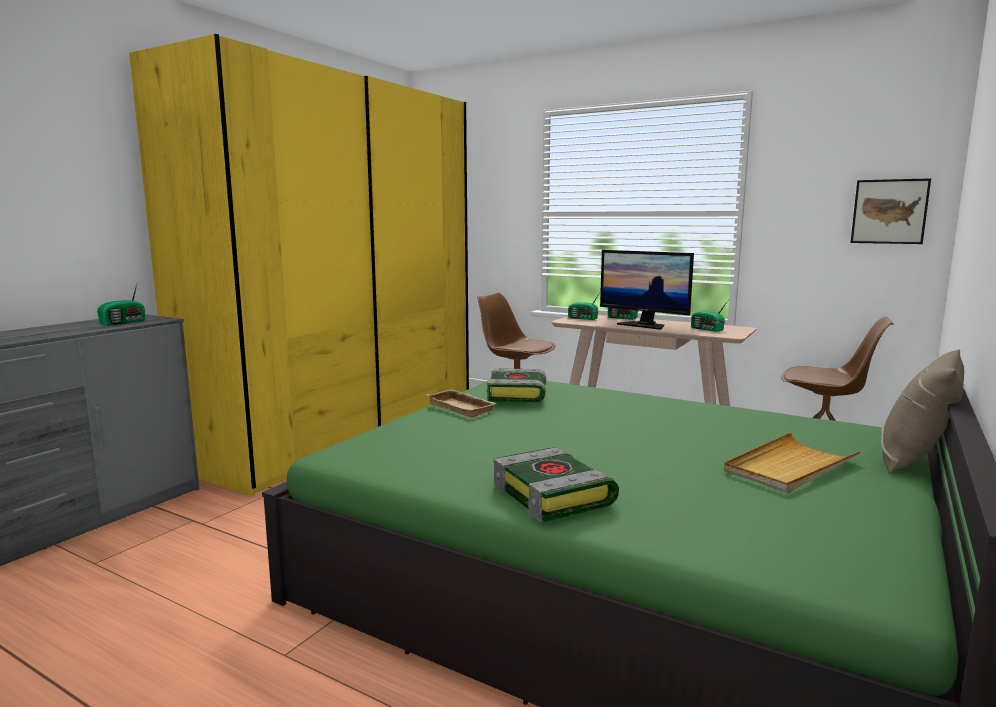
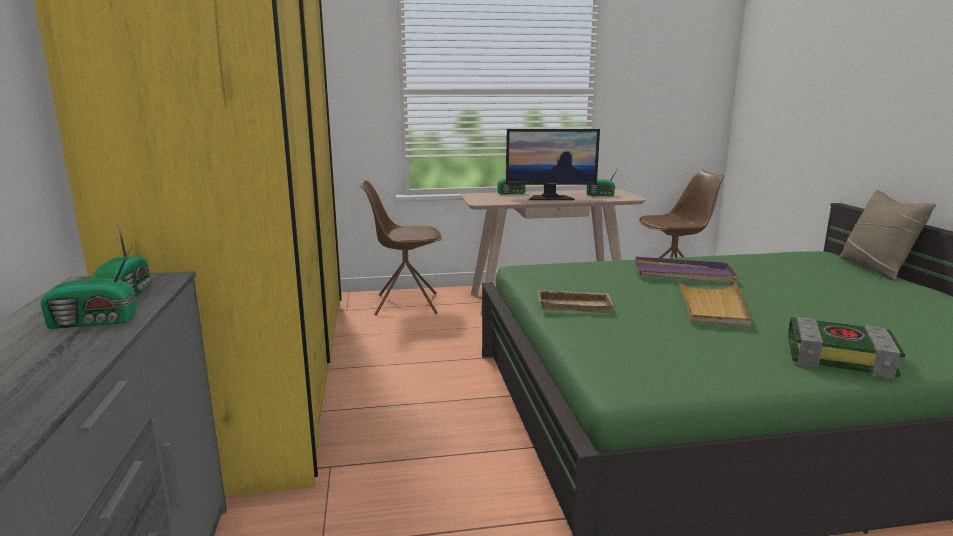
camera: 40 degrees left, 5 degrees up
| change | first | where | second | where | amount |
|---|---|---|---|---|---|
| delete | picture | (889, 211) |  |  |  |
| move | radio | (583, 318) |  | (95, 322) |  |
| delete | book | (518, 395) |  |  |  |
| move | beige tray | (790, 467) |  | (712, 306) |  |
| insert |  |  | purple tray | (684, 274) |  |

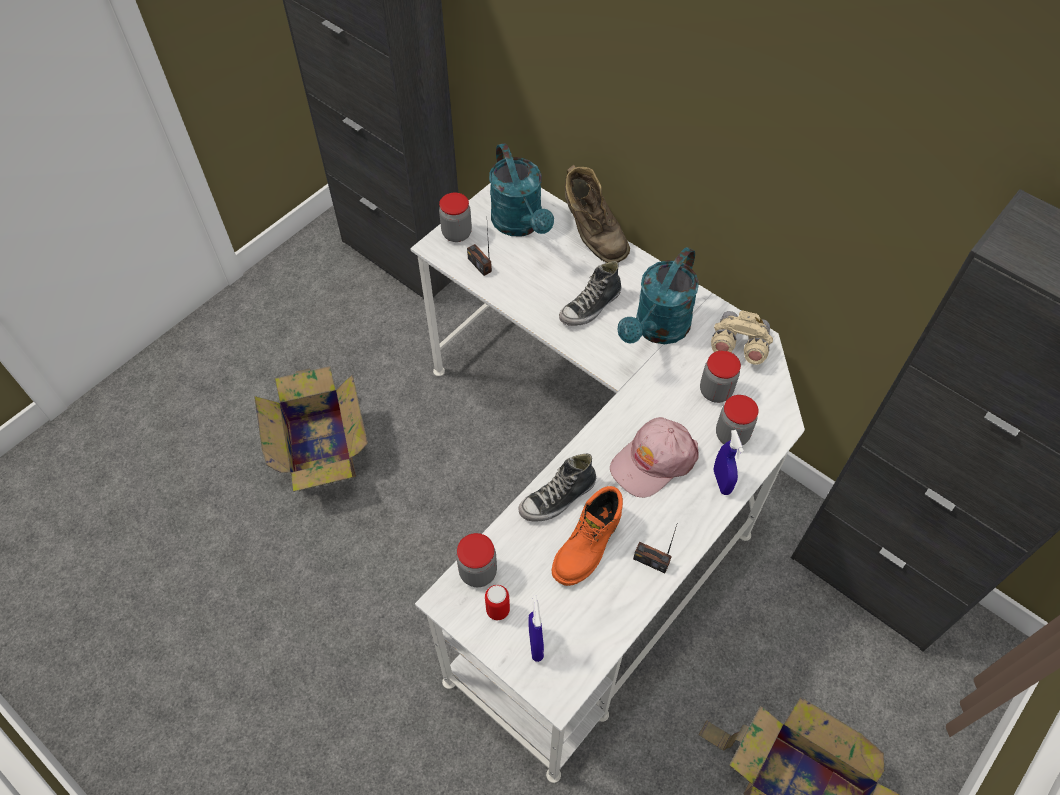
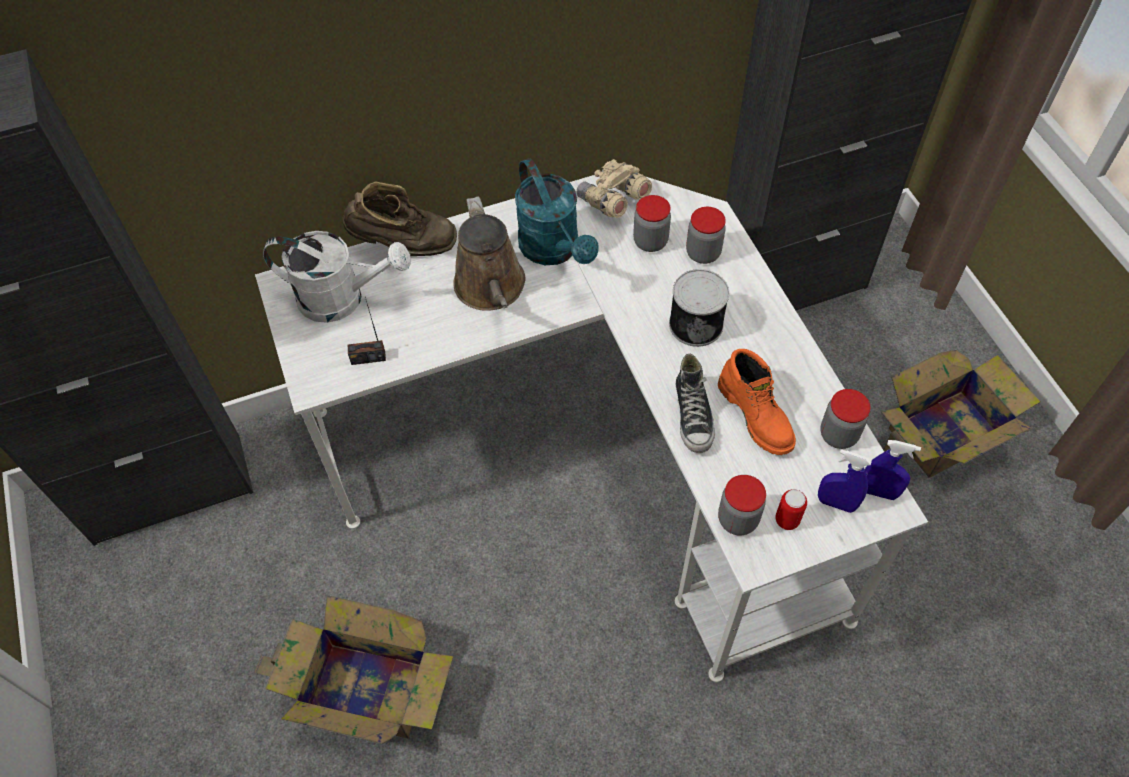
camera: 60 degrees left, 0 degrees up
| change | first | where | second | where | amount |
|---|---|---|---|---|---|
| recolor | turquoise watering can | (521, 224) | white watering can | (342, 298) |  |
| move | jar | (457, 233) |  | (838, 435) |  |
| replace | shoe | (590, 307) | brown watering can | (491, 288) |  |
| replace | pink cap | (653, 461) | can | (696, 323) |  |
| move | blue spray bottle | (721, 481) |  | (878, 492) |  |
| delete | radio | (651, 561) |  |  |  |

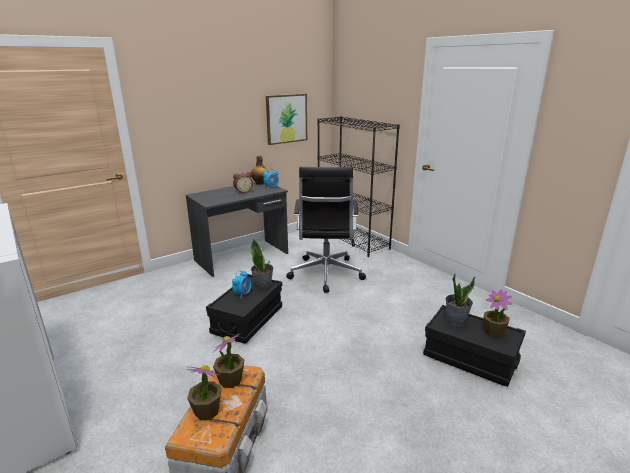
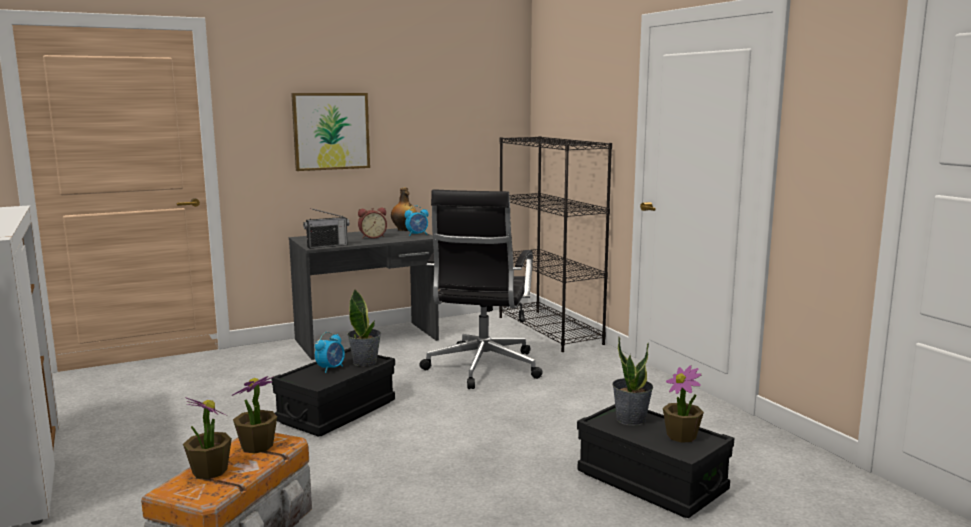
camera: 10 degrees right, 10 degrees down
| change | first | where | second | where | amount |
|---|---|---|---|---|---|
| move | picture | (286, 118) |  | (331, 131) |  |
| insert |  |  | radio | (327, 246) |  |

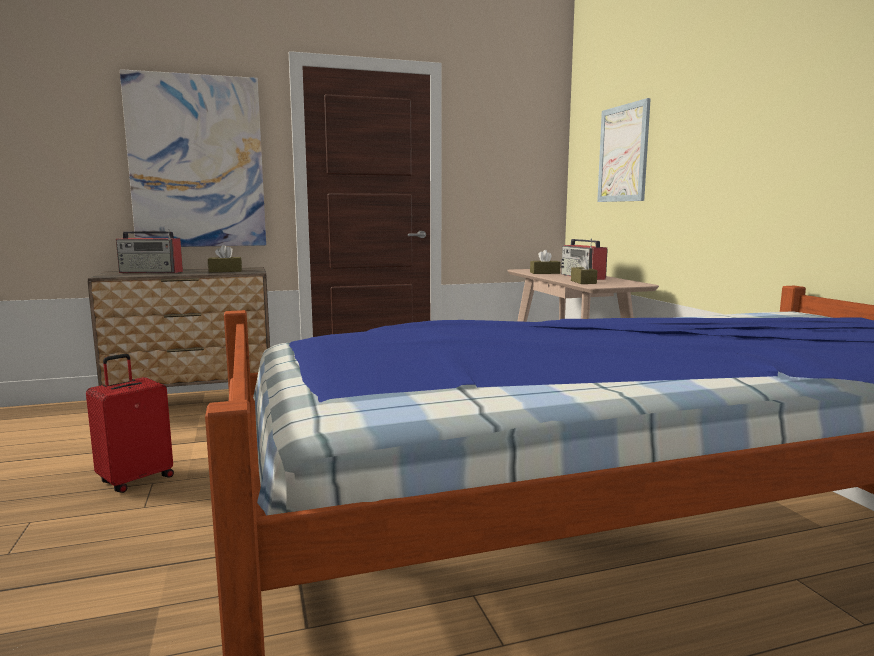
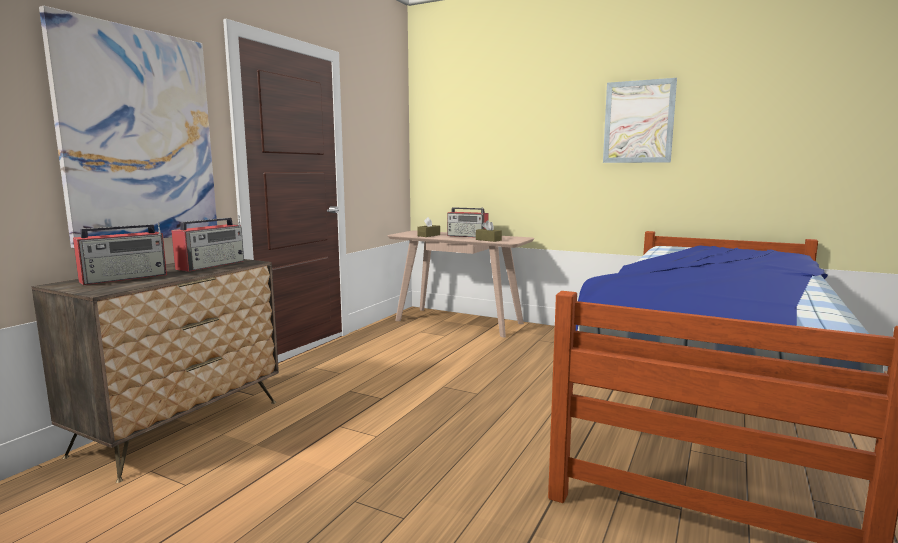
camera: 45 degrees left, 0 degrees up
| change | first | where | second | where | amount |
|---|---|---|---|---|---|
| move | picture | (623, 153) |  | (638, 122) |  |
| replace | brown tissue box | (225, 271) | radio | (212, 265) |  |
| delete | red suitcase | (136, 480) |  |  |  |

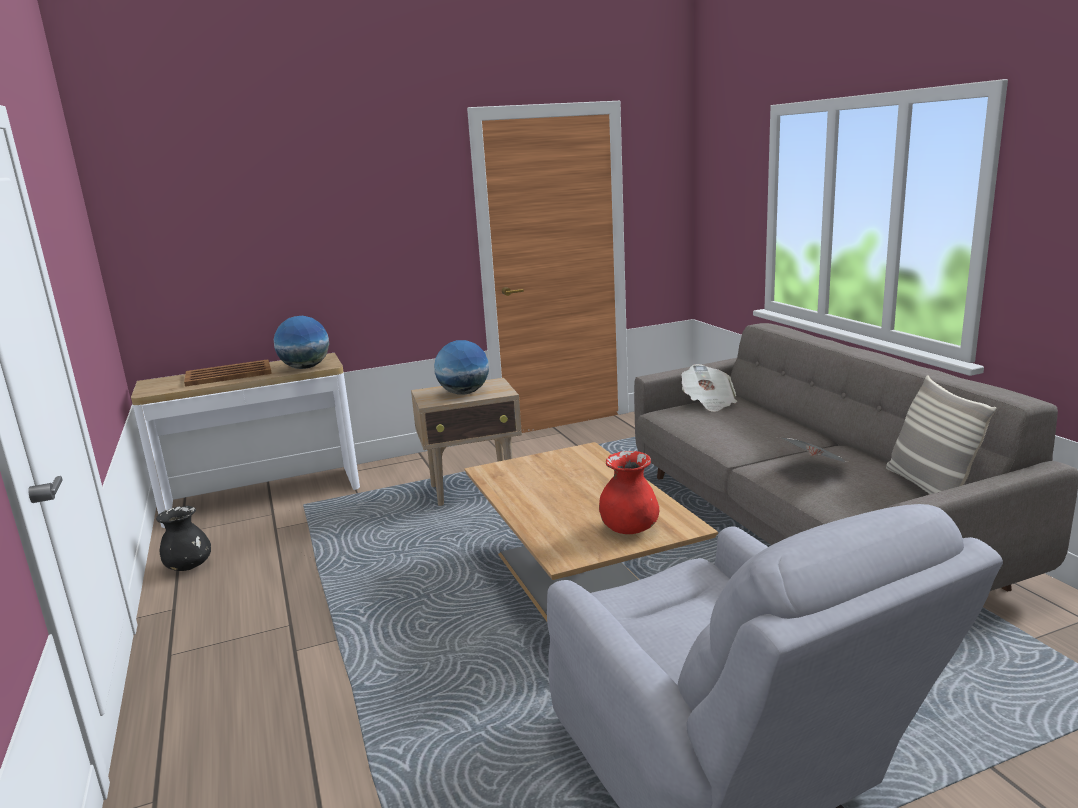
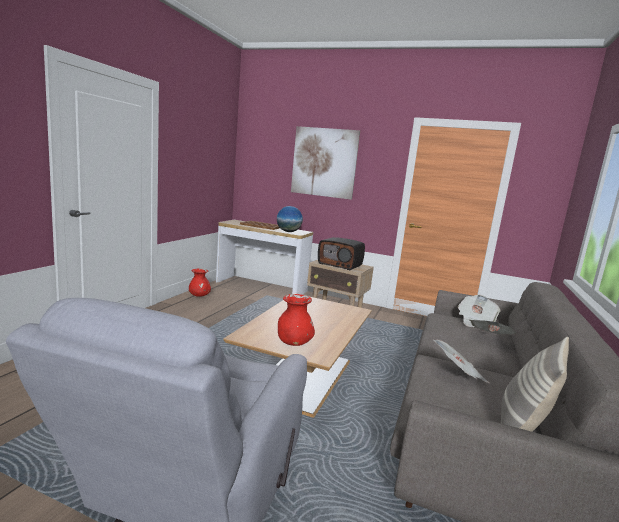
camera: 40 degrees right, 5 degrees down
| change | first | where | second | where | amount |
|---|---|---|---|---|---|
| replace | globe | (464, 393) | radio | (340, 264) |  |
| recolor | black vase | (189, 566) | red vase | (199, 296) |  |
| insert |  |  | picture | (324, 162) |  |
| insert |  |  | newspaper | (490, 339) |  |

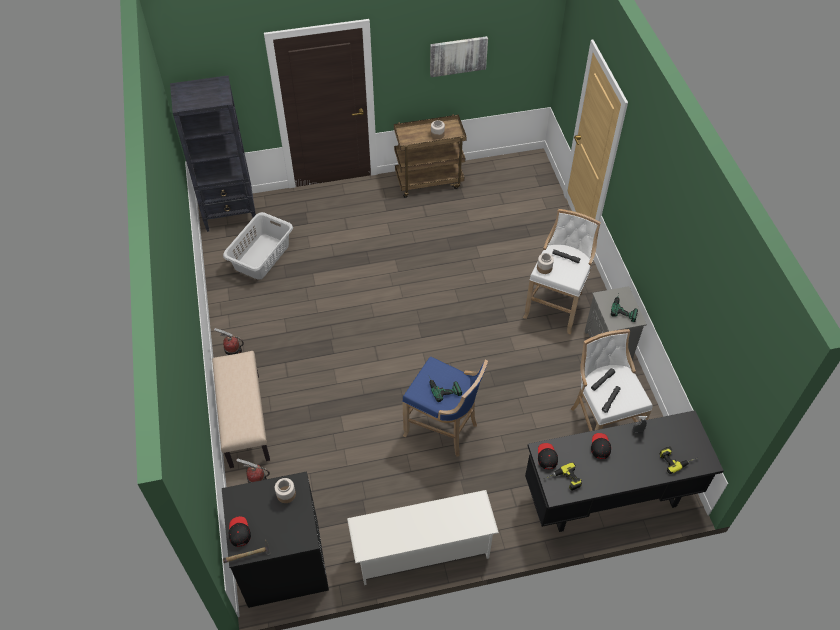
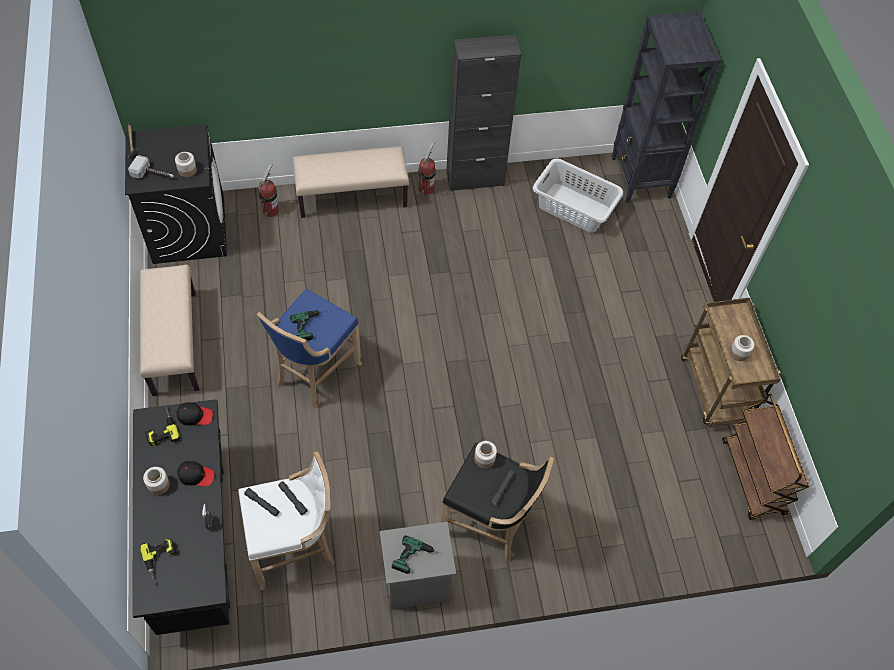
camera: 90 degrees right, 5 degrees up
| change | first | where | second | where | amount |
|---|---|---|---|---|---|
| delete | picture | (458, 55) |  |  |  |
| recolor | white stool | (556, 305) | black stool | (489, 525) |  |
| replace | white shoe rack | (422, 551) | beige bench | (174, 343) |  |
| delete | black cap | (239, 532) |  |  |  |
| insert |  |  | black cabinet | (475, 179) |  |
| insert |  |  | hammer | (154, 174) |  |
| insert |  |  | brown cart | (753, 478) |  |
| insert |  |  | jar | (158, 485) |  |

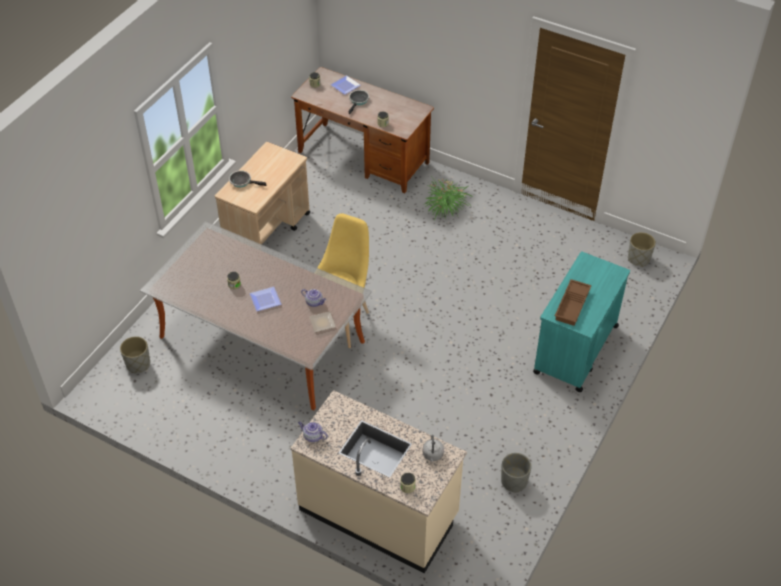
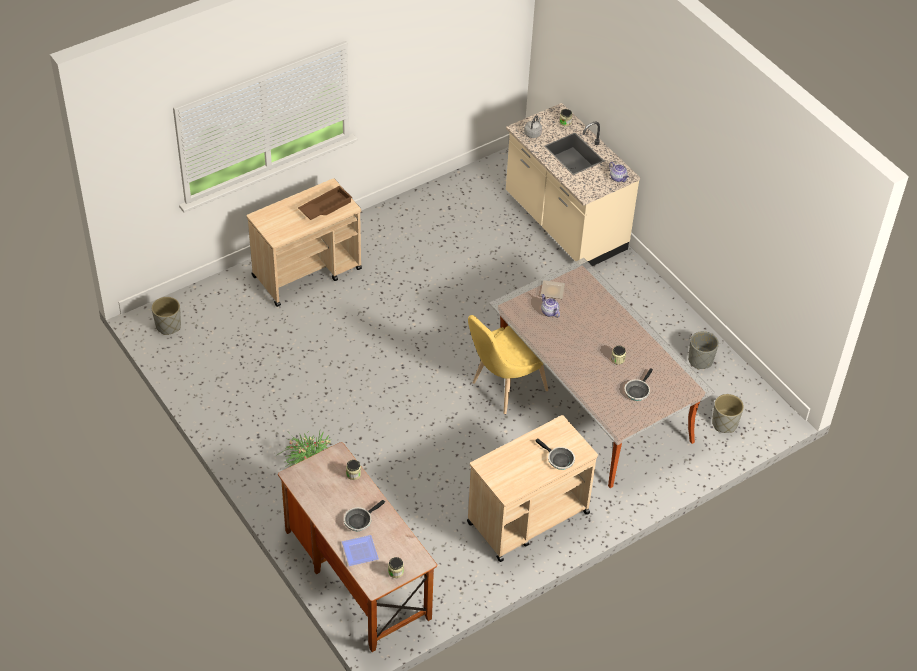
camera: 155 degrees left, 0 degrees up
| change | first | where | second | where | amount |
|---|---|---|---|---|---|
| recolor | turquoise cart | (575, 350) | beige cart | (307, 272) |  |
| delete | plate | (266, 300) |  |  |  |
| move | grey planter | (514, 482) |  | (700, 360) |  |
| insert |  |  | frying pan | (637, 391) |  |

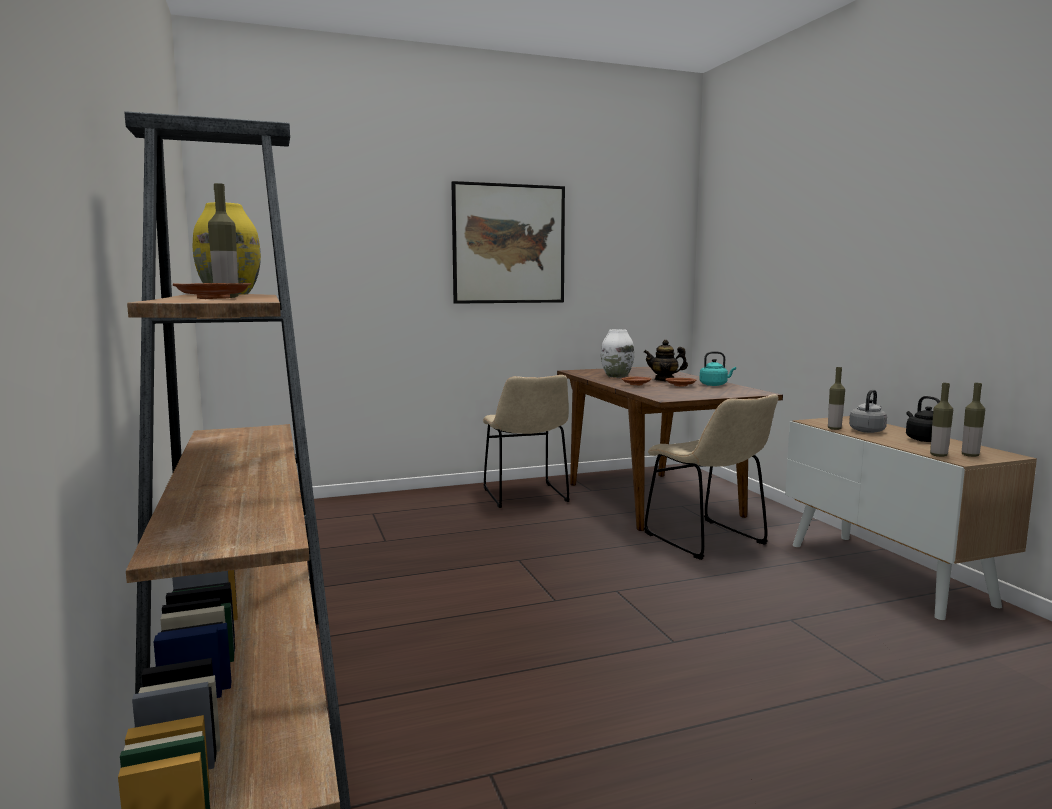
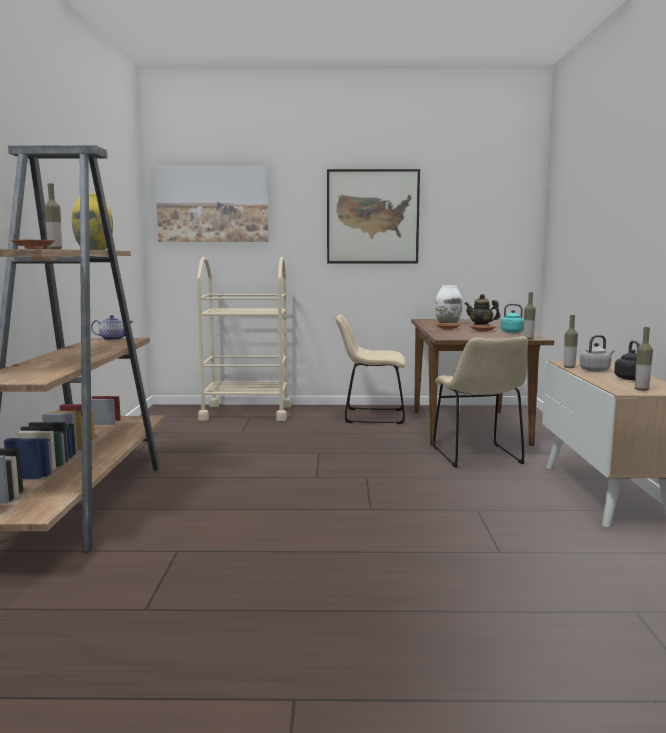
camera: 20 degrees right, 0 degrees up
| change | first | where | second | where | amount |
|---|---|---|---|---|---|
| rotate | beige chair | (526, 497) |  | (370, 416) | 90 degrees clockwise |
| move | bottle | (938, 455) |  | (528, 339) |  |
| insert |  |  | picture | (213, 204) |  |
| insert |  |  | beige cart | (246, 413) |  |
| insert |  |  | teapot | (113, 339) |  |

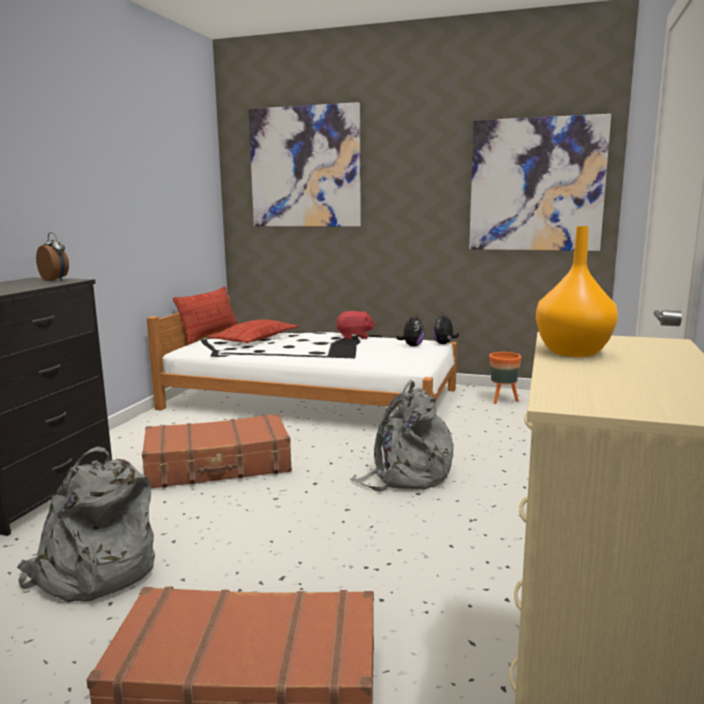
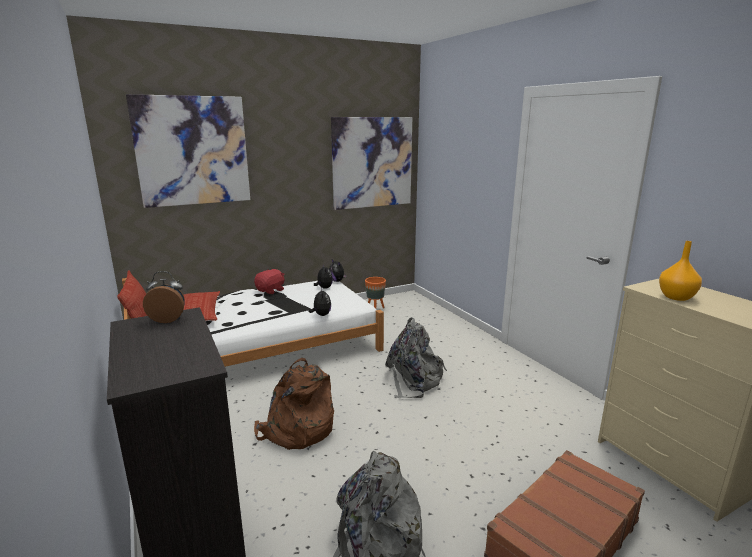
camera: 45 degrees left, 5 degrees up
| change | first | where | second | where | amount |
|---|---|---|---|---|---|
| replace | brown suitcase | (218, 466) | brown backpack | (297, 430) |  |
| insert |  |  | plush toy | (321, 315) |  |

